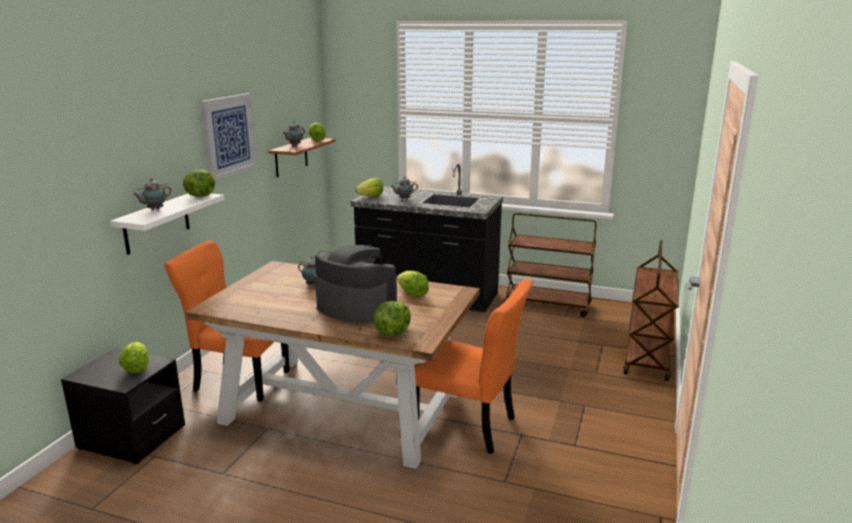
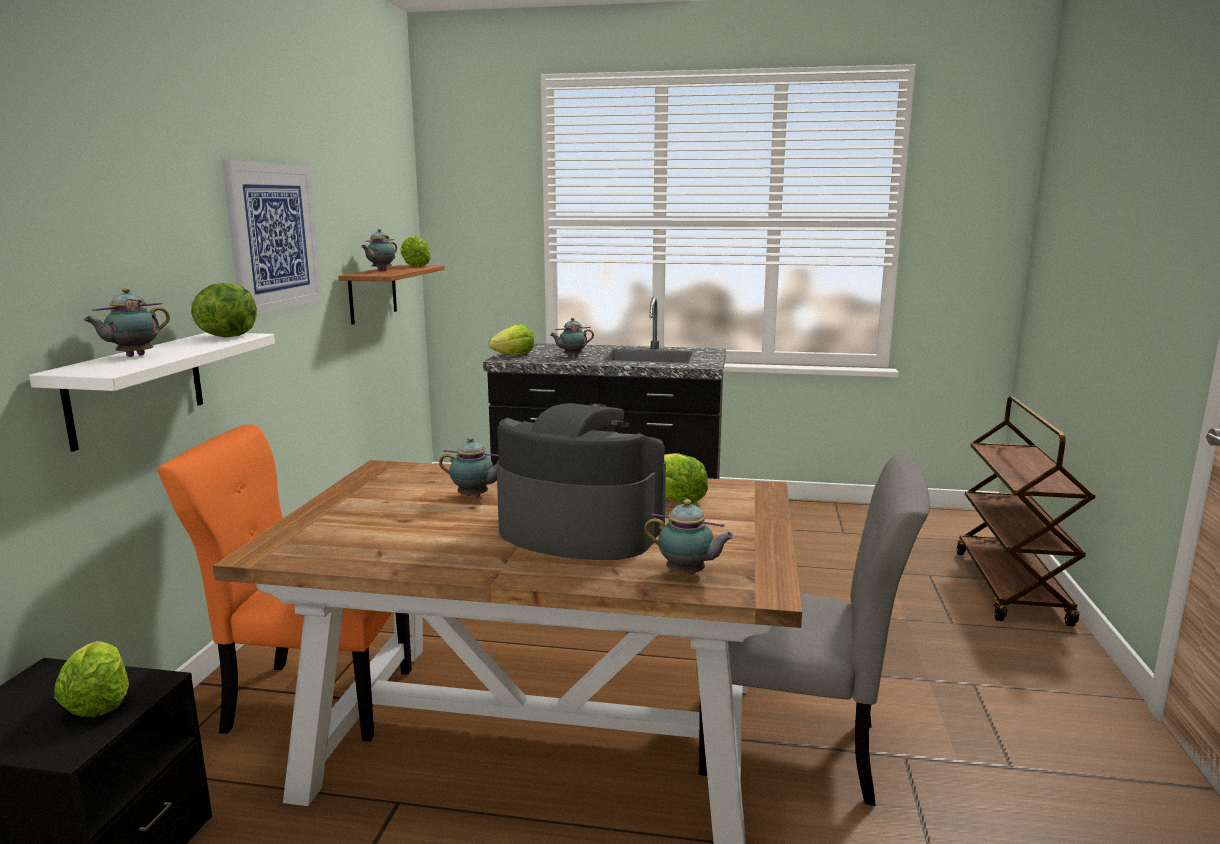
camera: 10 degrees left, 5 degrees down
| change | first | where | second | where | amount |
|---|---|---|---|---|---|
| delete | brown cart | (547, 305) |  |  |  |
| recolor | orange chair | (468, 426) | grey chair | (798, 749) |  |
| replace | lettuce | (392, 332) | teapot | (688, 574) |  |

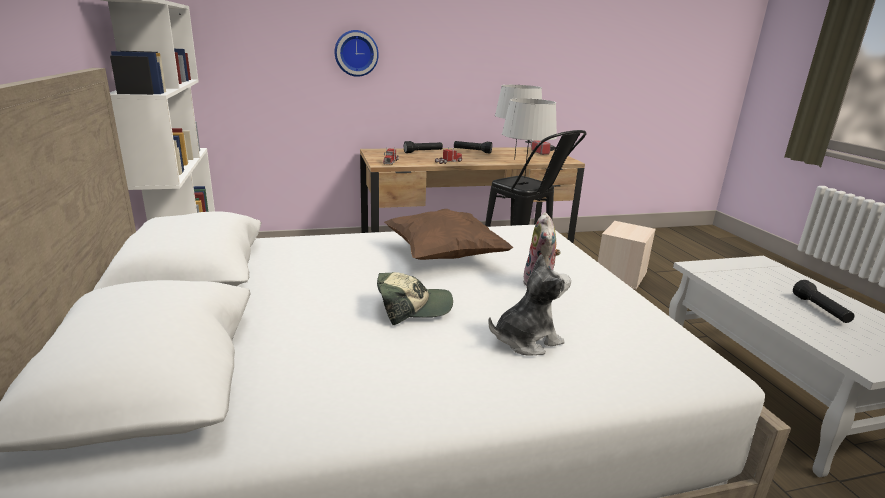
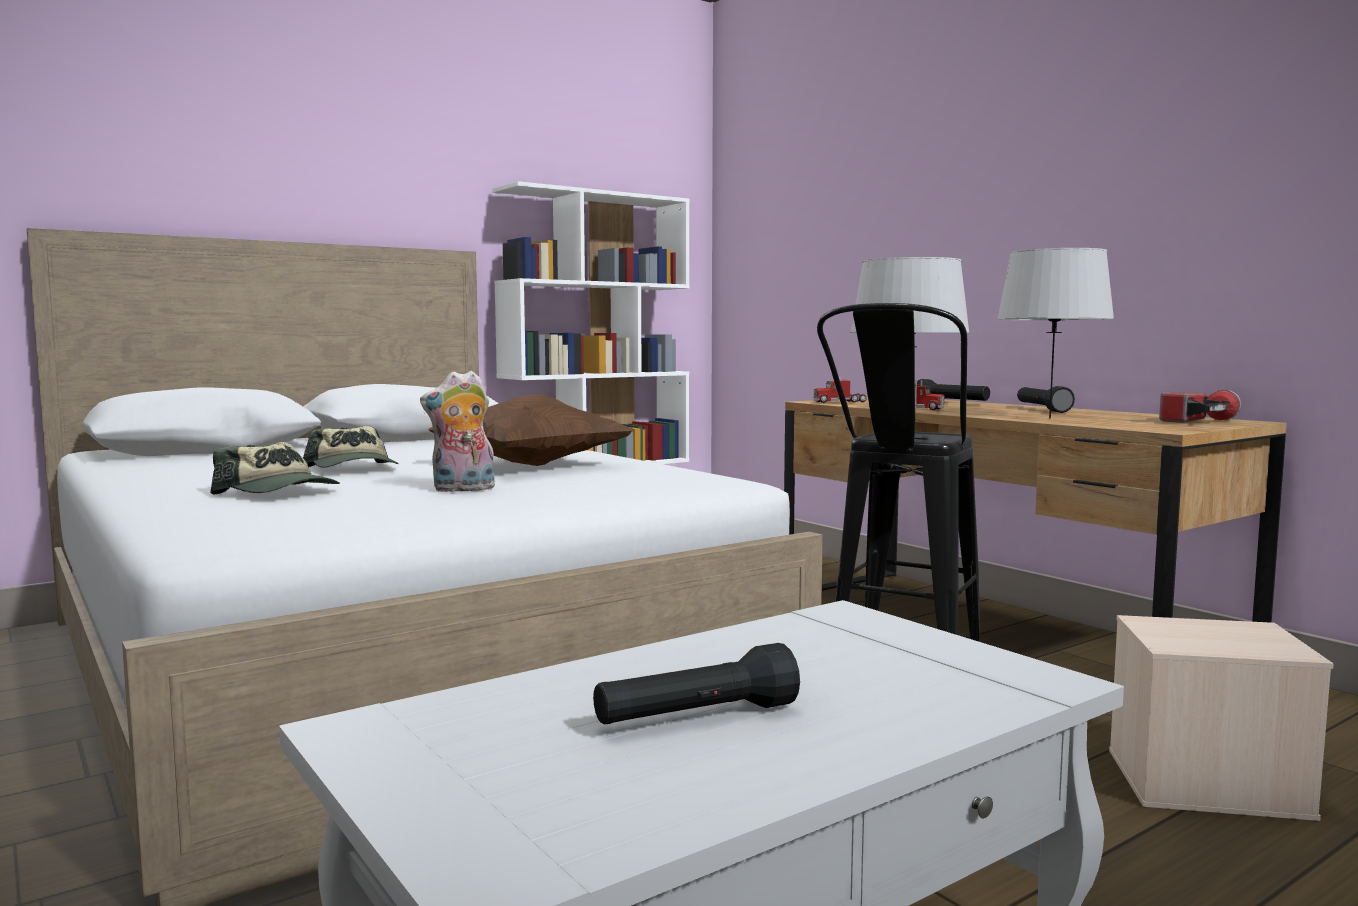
camera: 70 degrees right, 15 degrees down
| change | first | where | second | where | amount |
|---|---|---|---|---|---|
| delete | wall clock | (356, 53) |  |  |  |
| replace | plush toy | (526, 340) | cap | (279, 492) |  |

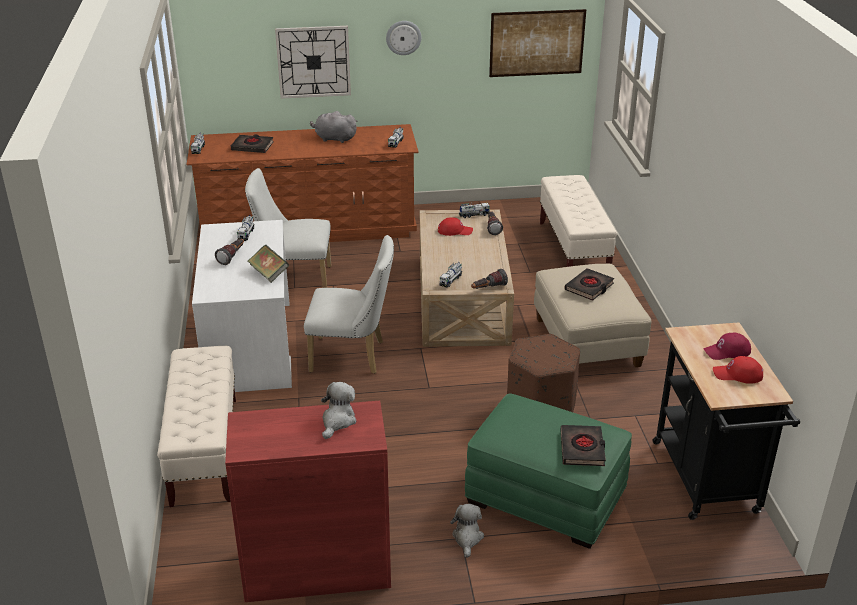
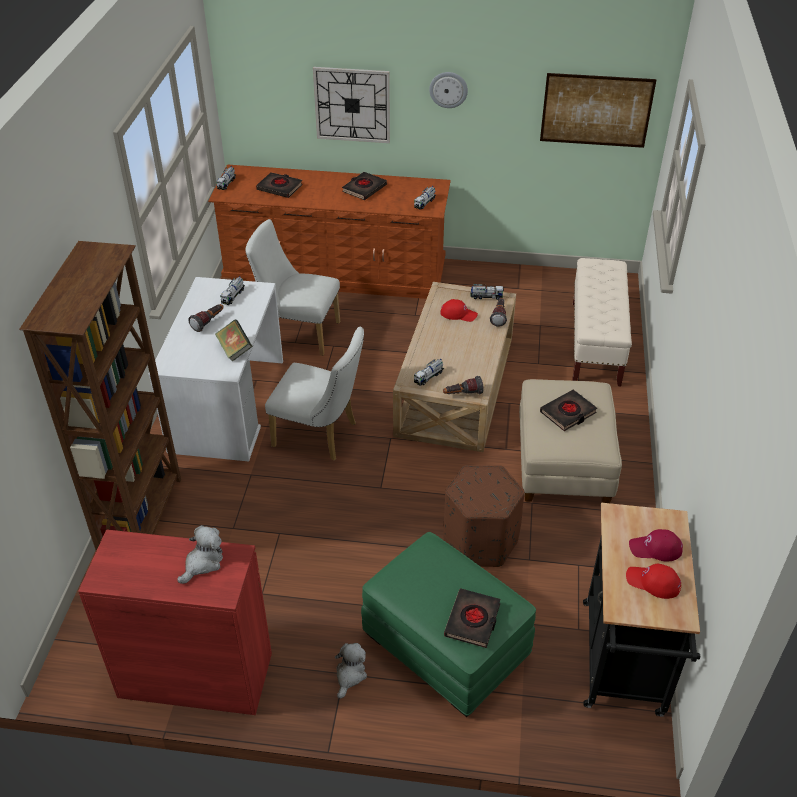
camera: 15 degrees right, 10 degrees up
| change | first | where | second | where | amount |
|---|---|---|---|---|---|
| replace | grey plush toy | (334, 139) | black book | (364, 189) |  |
| replace | beige bench | (205, 450) | brown bookcase | (143, 518) |  |

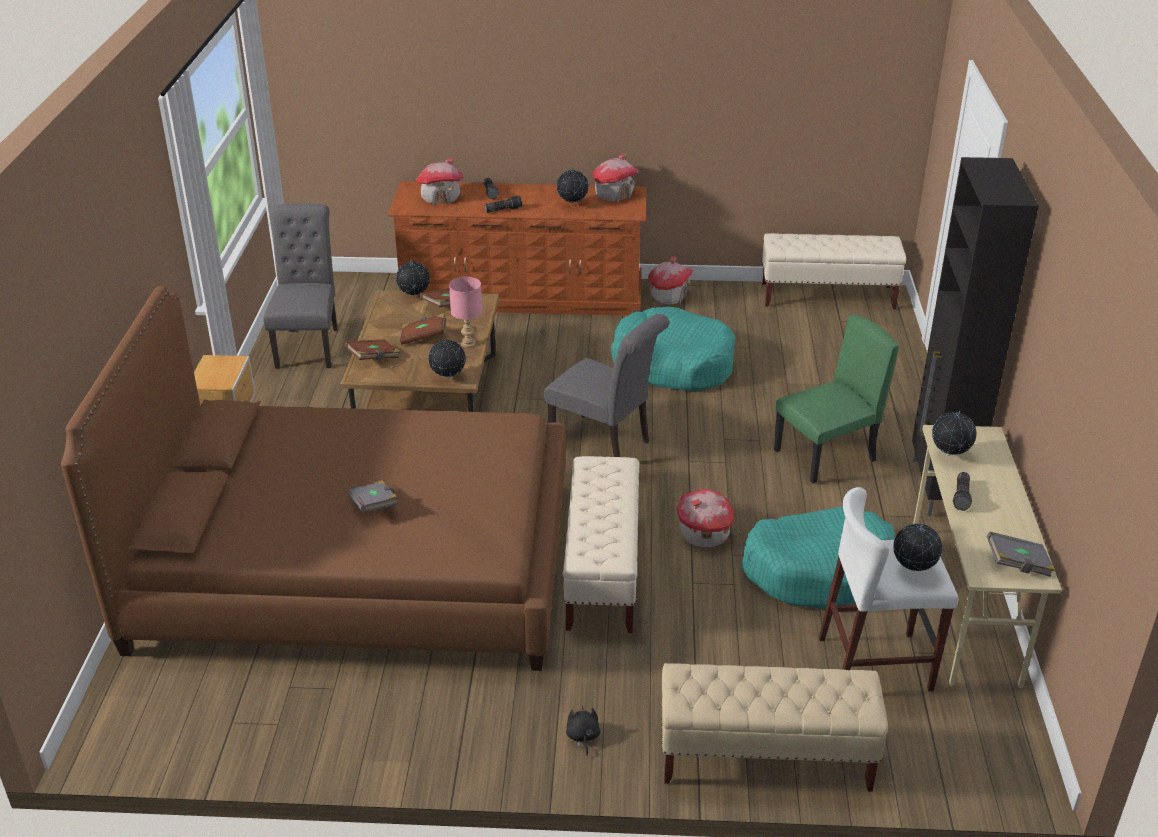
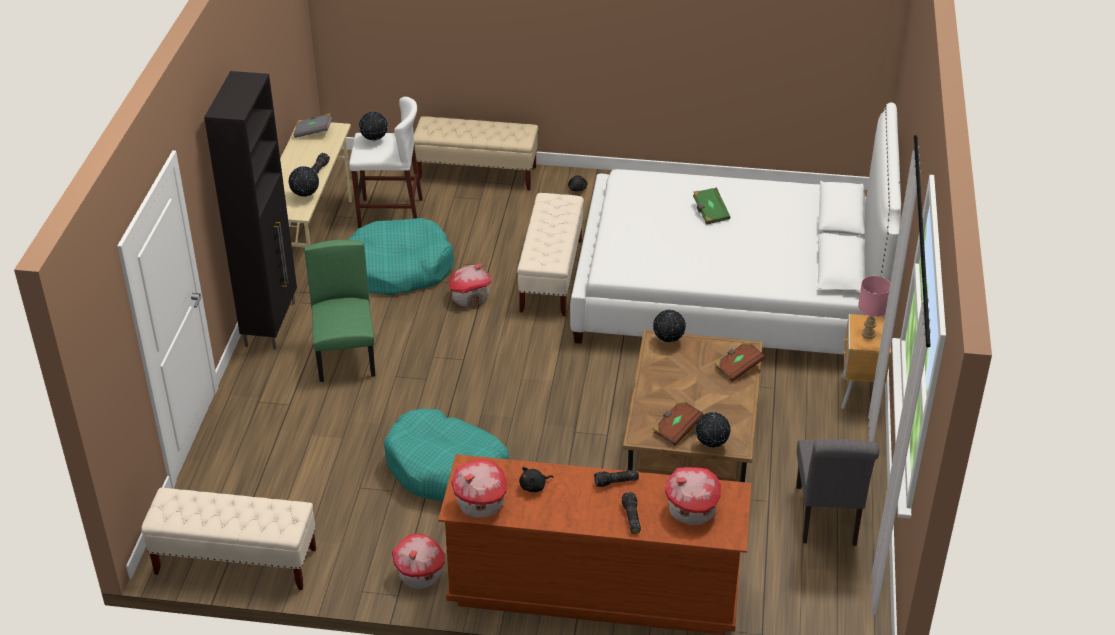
camera: 175 degrees left, 5 degrees up
| change | first | where | second | where | amount |
|---|---|---|---|---|---|
| replace | globe | (572, 205) | black plush toy | (534, 486) |  |
| move | pink table lamp | (468, 344) |  | (867, 334) |  |
| recolor | brown bed | (355, 564) | white bed | (729, 290) |  |
| delete | brown book | (423, 337) |  |  |  |
| delete | grey chair | (605, 443) |  |  |  |
| rotate | green chair | (825, 456) |  | (346, 357) | 105 degrees clockwise |
| recolor | grey book | (375, 506) | green book | (710, 213) |  |

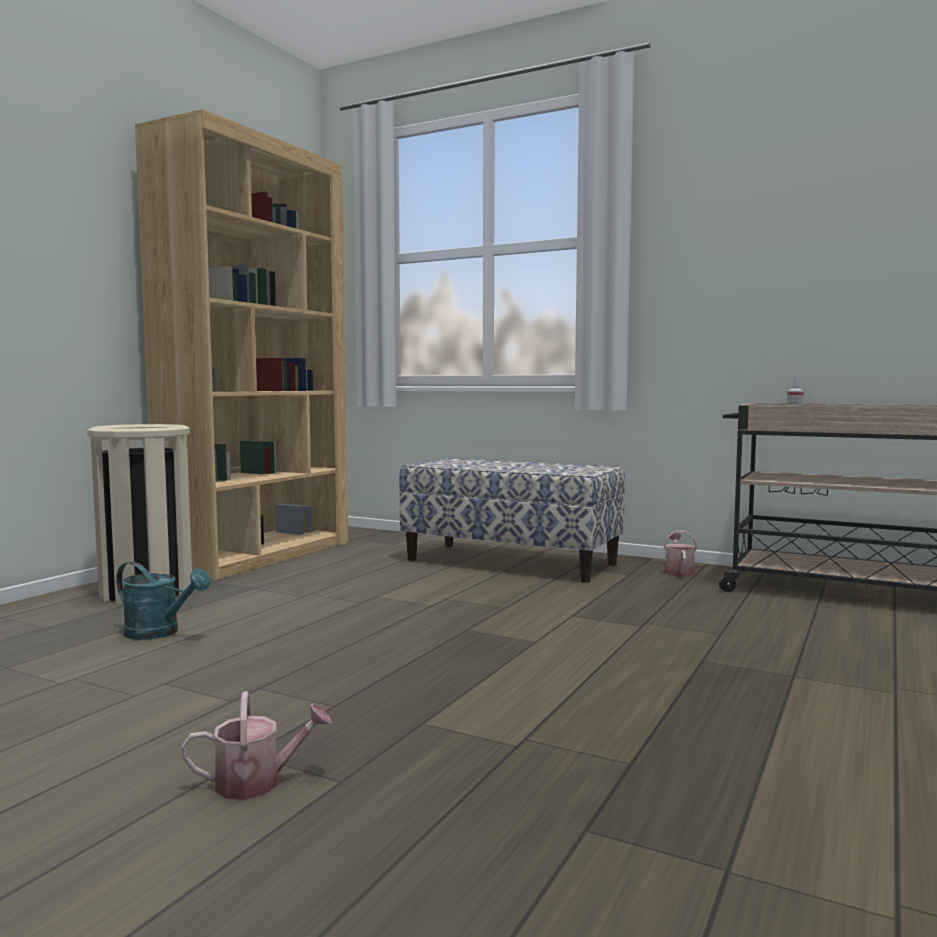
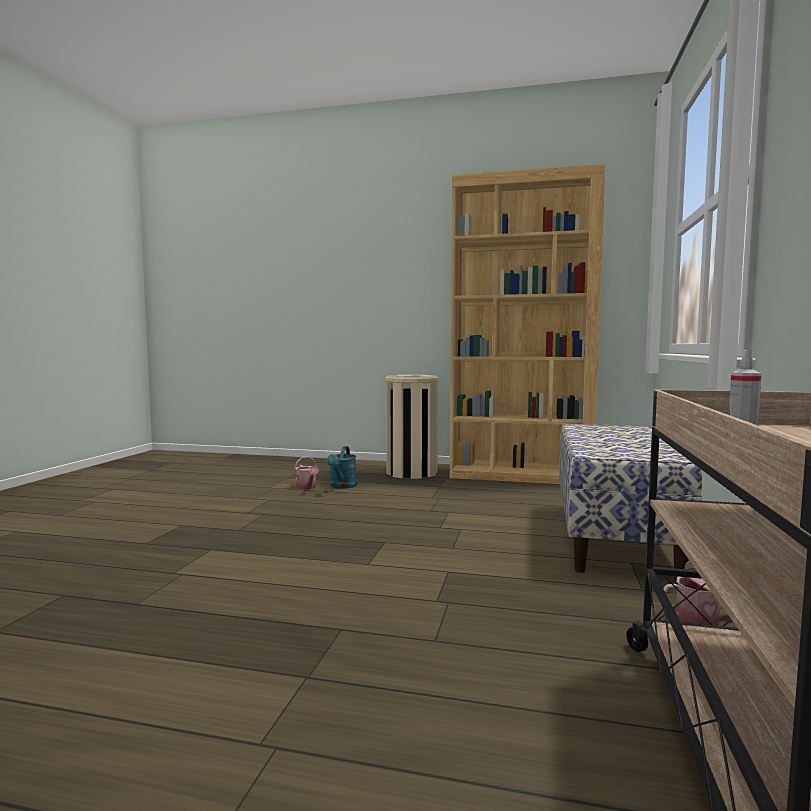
camera: 75 degrees right, 0 degrees up
| change | first | where | second | where | amount |
|---|---|---|---|---|---|
| move | watering can | (258, 782) |  | (307, 487) |  |

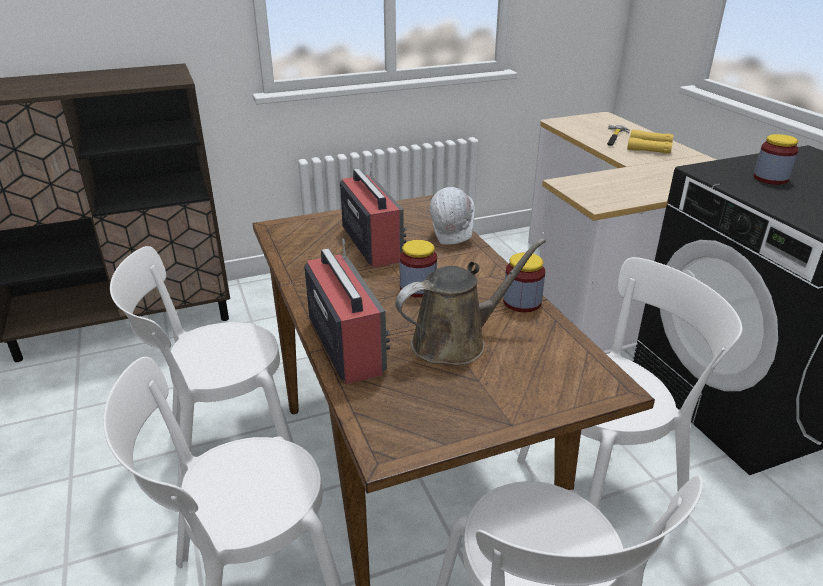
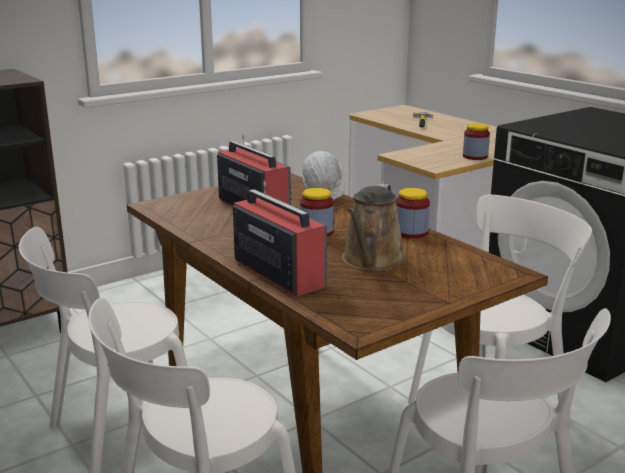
camera: 15 degrees left, 10 degrees down
| change | first | where | second | where | amount |
|---|---|---|---|---|---|
| delete | yellow binoculars | (649, 147) |  |  |  |
| move | jar | (770, 178) |  | (475, 156) |  |
| rotate | brown watering can | (455, 342) |  | (372, 261) | 150 degrees clockwise |

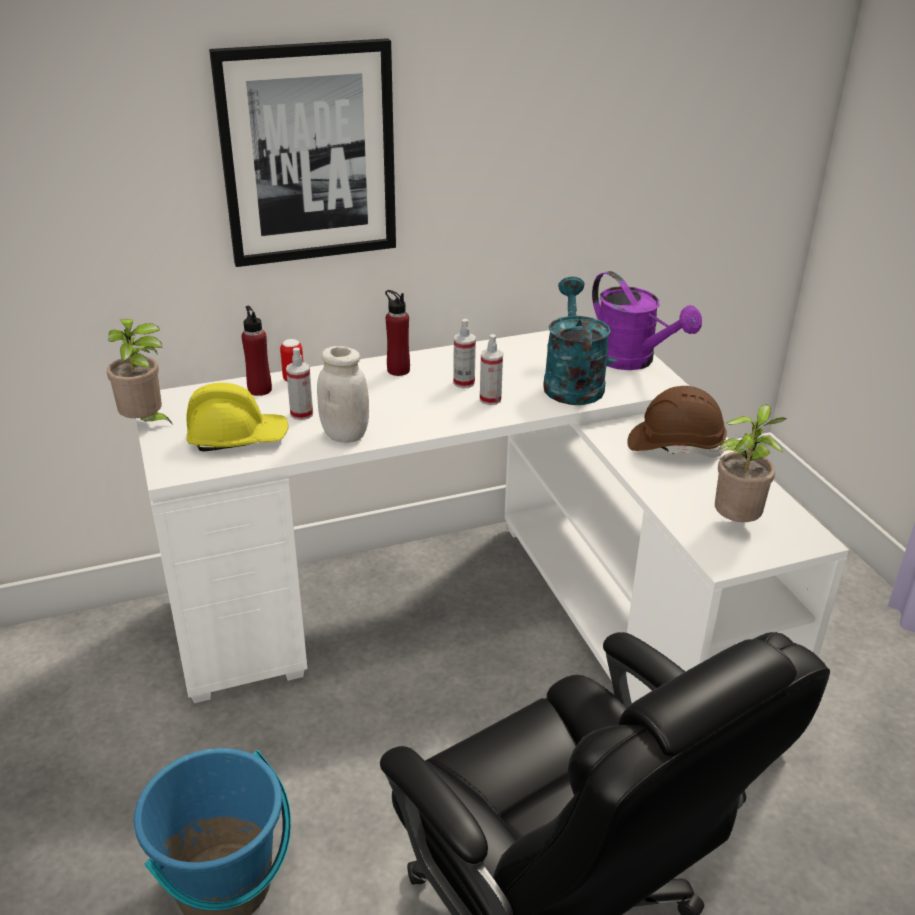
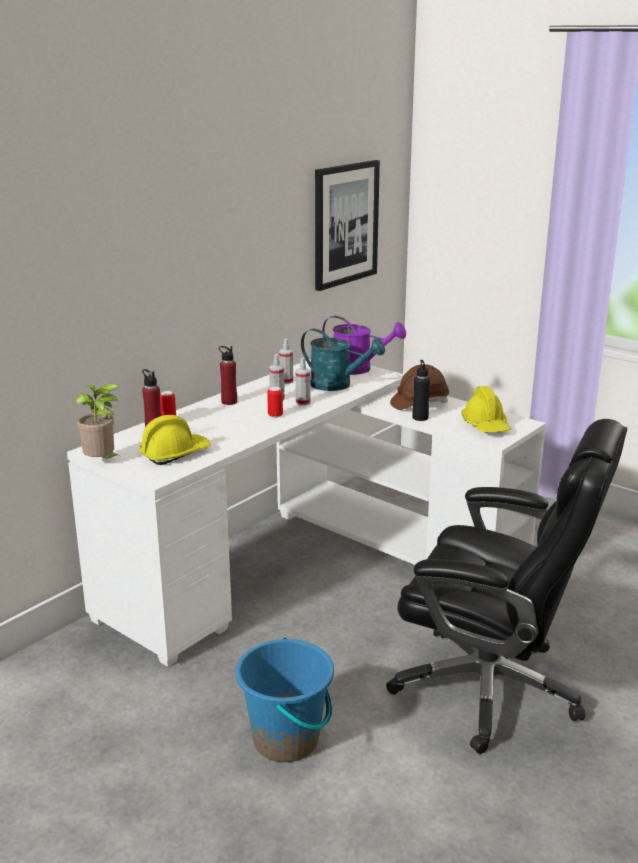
camera: 30 degrees left, 10 degrees down
| change | first | where | second | where | amount |
|---|---|---|---|---|---|
| move | picture | (308, 154) |  | (345, 224) |  |
| rotate | turquoise watering can | (571, 382) |  | (337, 385) | 150 degrees clockwise |
| delete | white jar | (345, 435) |  |  |  |
| move | spray bottle | (301, 414) |  | (286, 381) |  |
| replace | potted plant | (736, 523) | yellow hard hat | (486, 426) |  |
| insert |  |  | black bottle | (420, 417) |  |
| insert |  |  | can | (275, 415) |  |

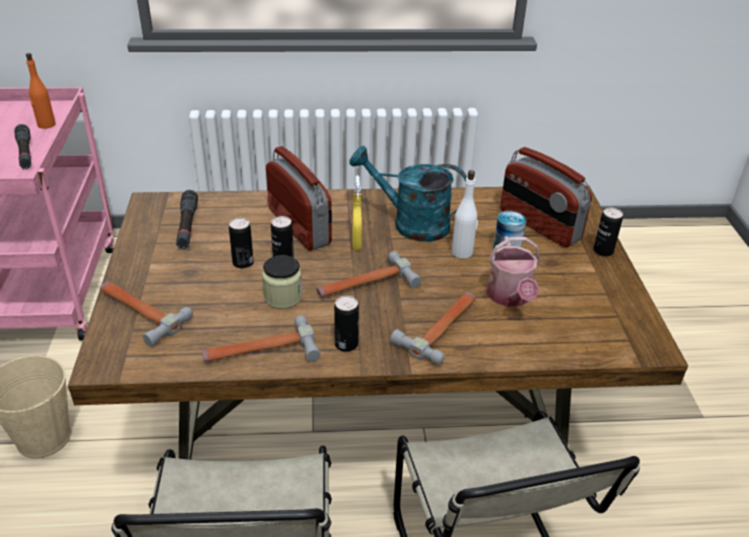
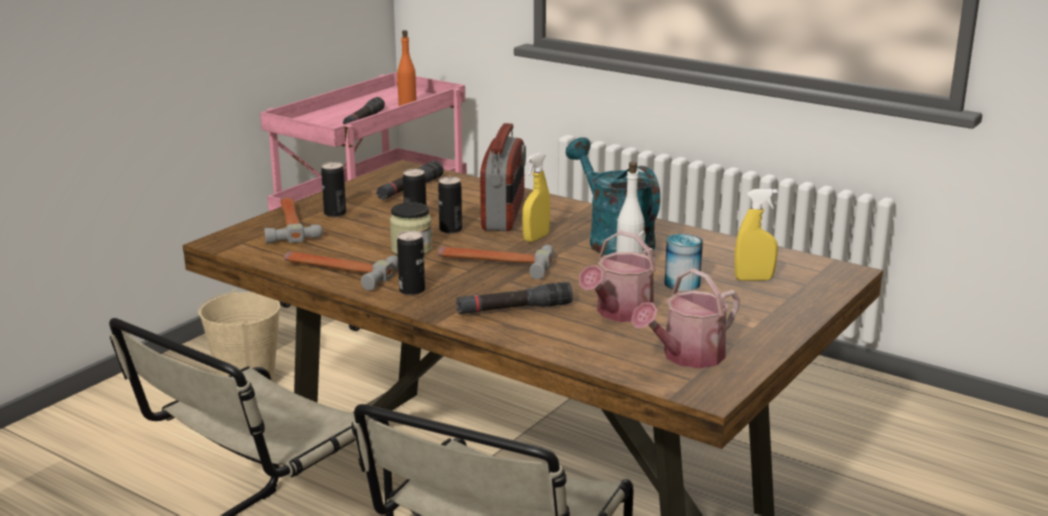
camera: 40 degrees right, 15 degrees down
| change | first | where | second | where | amount |
|---|---|---|---|---|---|
| replace | radio | (539, 225) | yellow spray bottle | (753, 279) |  |
| move | can | (603, 251) |  | (335, 213) |  |
| replace | hammer | (442, 328) | black flashlight | (514, 309) |  |
| insert |  |  | watering can | (687, 357) |  |

